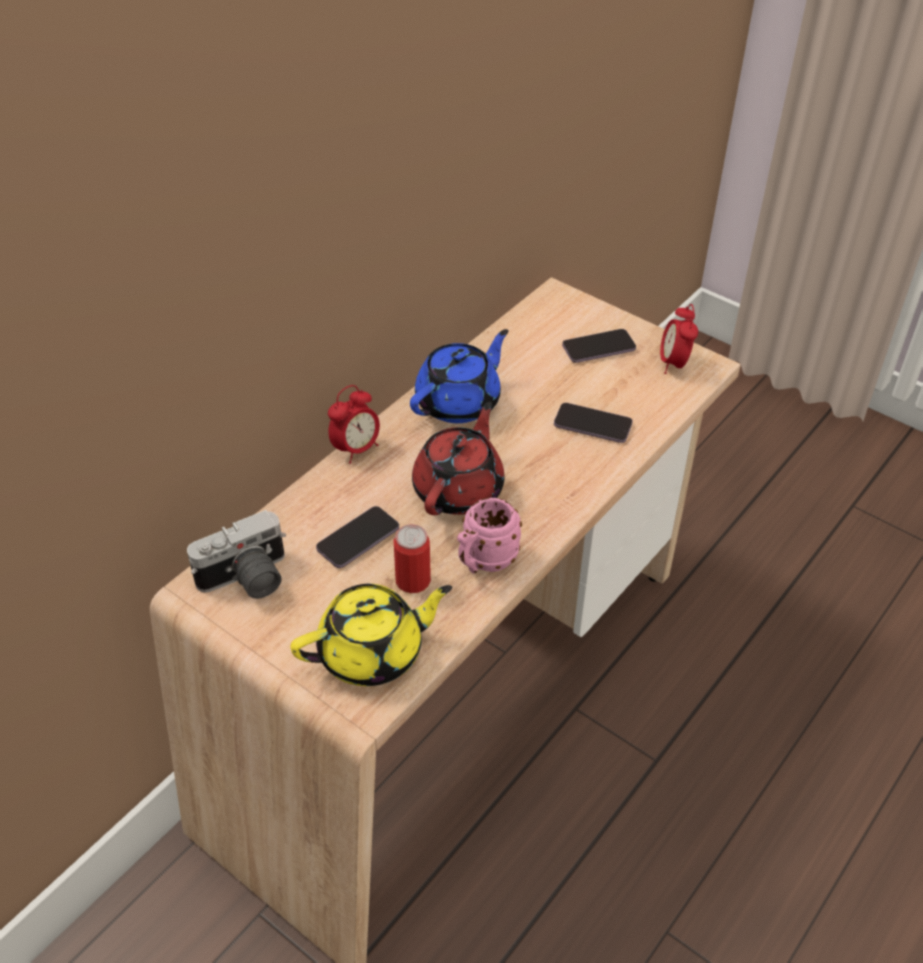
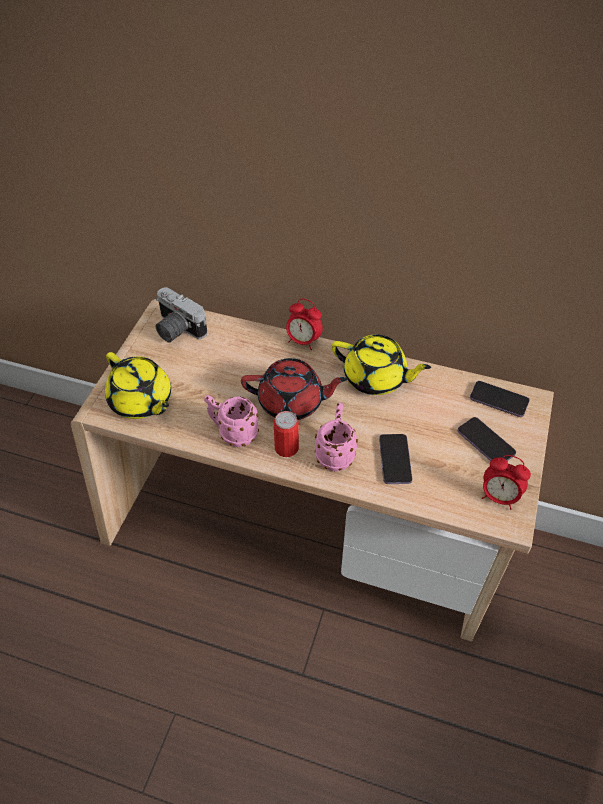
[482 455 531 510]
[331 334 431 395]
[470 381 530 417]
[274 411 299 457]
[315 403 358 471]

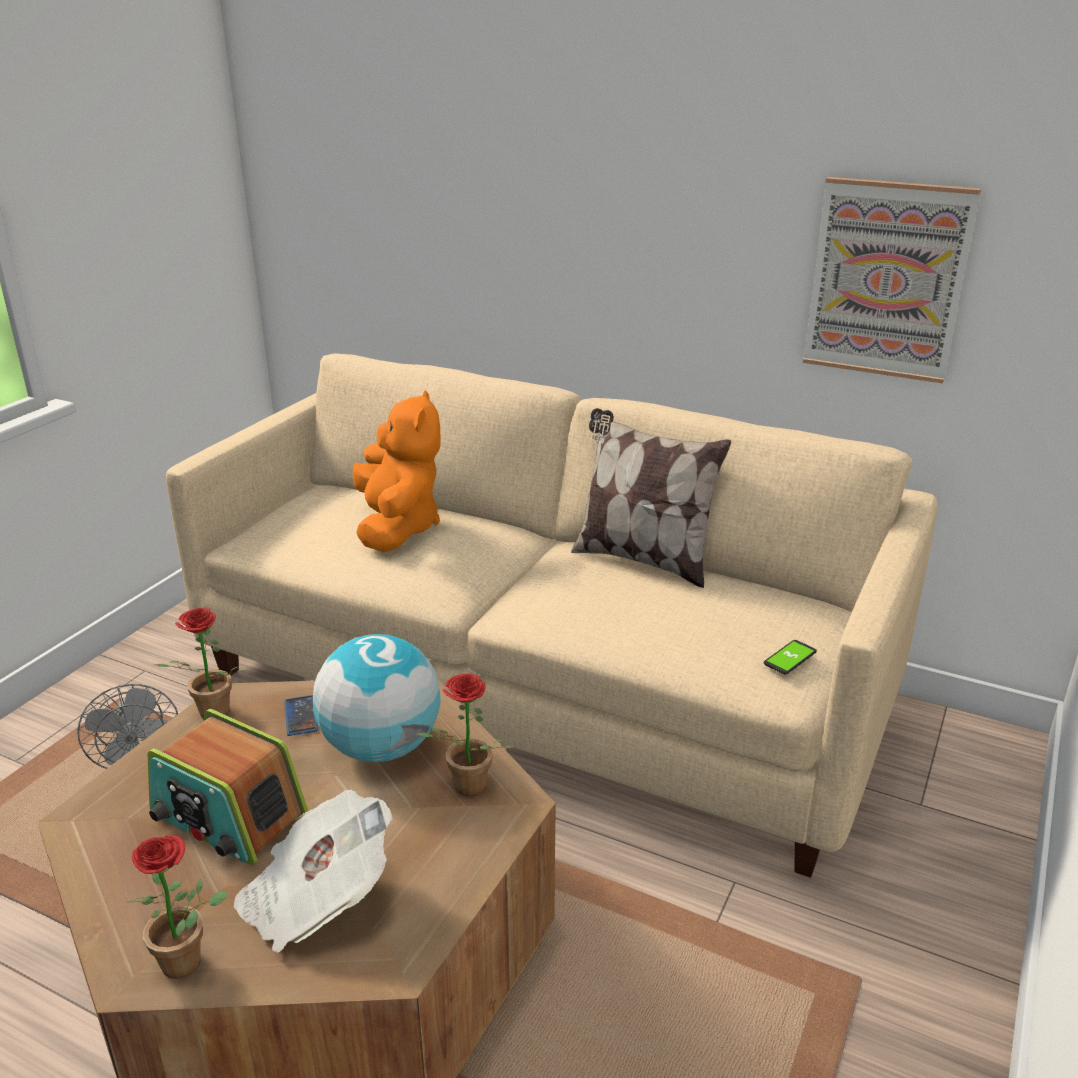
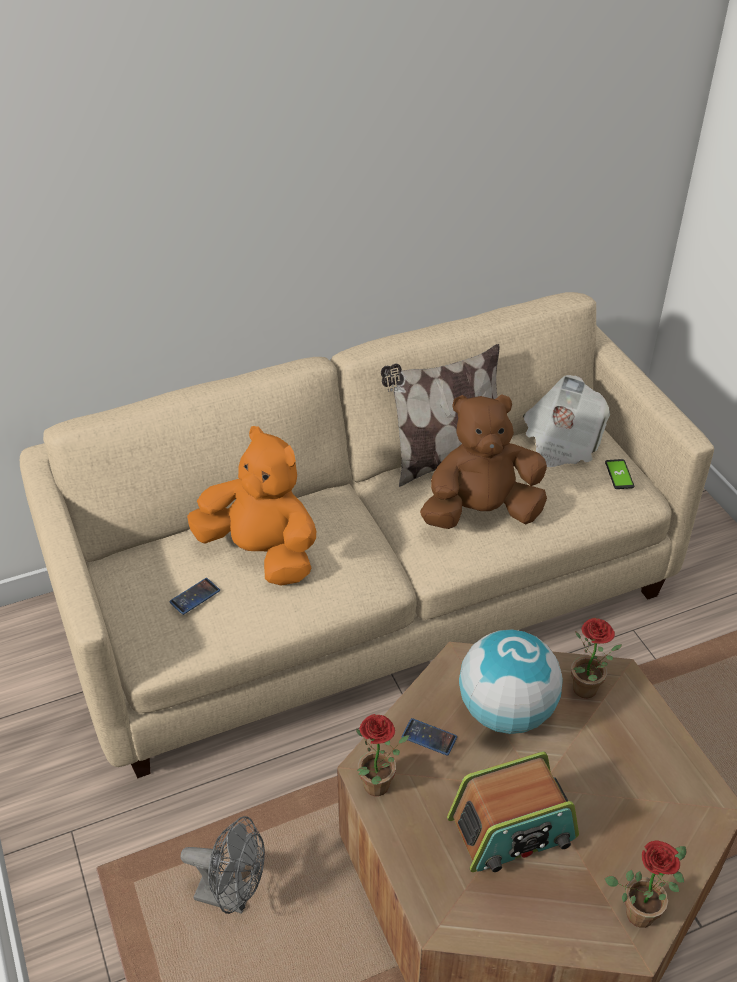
[803 177 981 383] (first image)
[523 375 610 467]
[420 394 547 529]
[169 578 220 615]

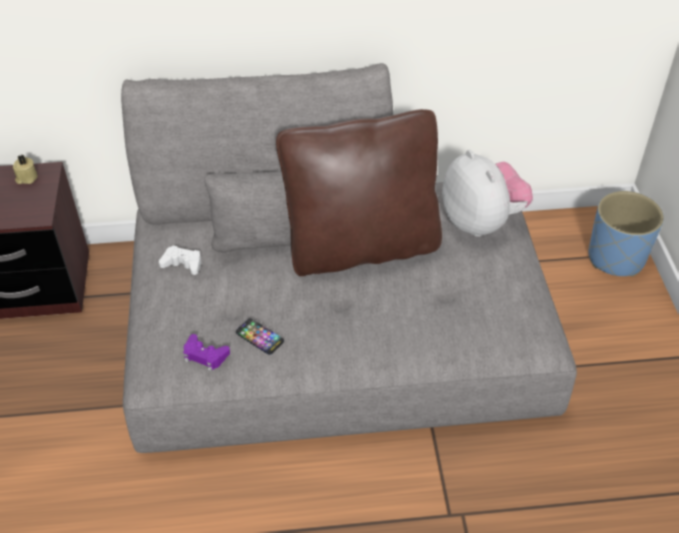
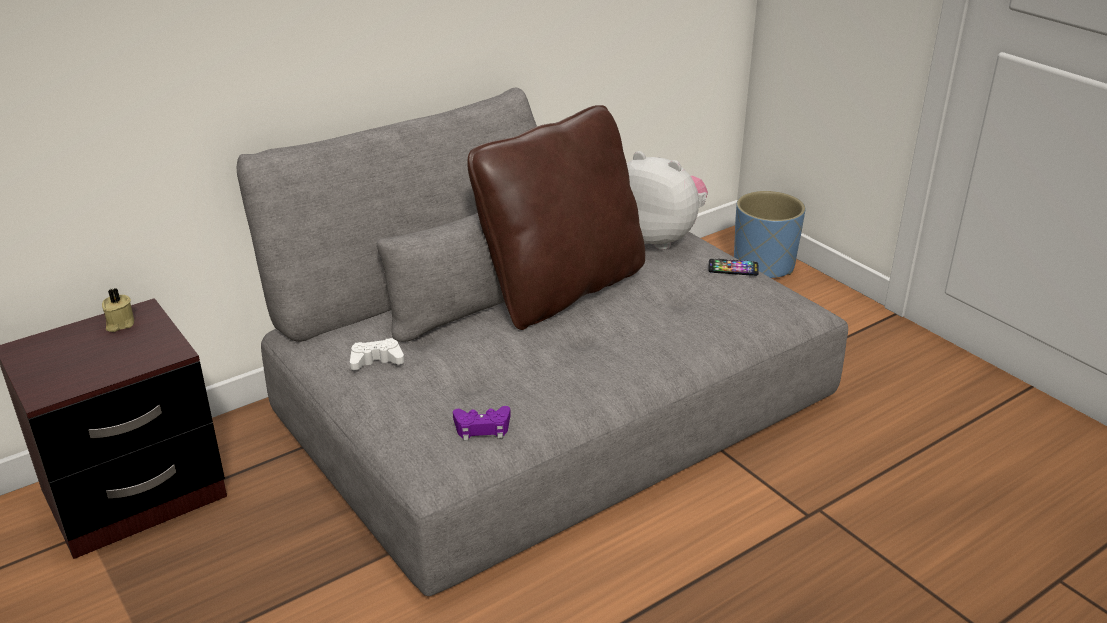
[708 258 759 276]

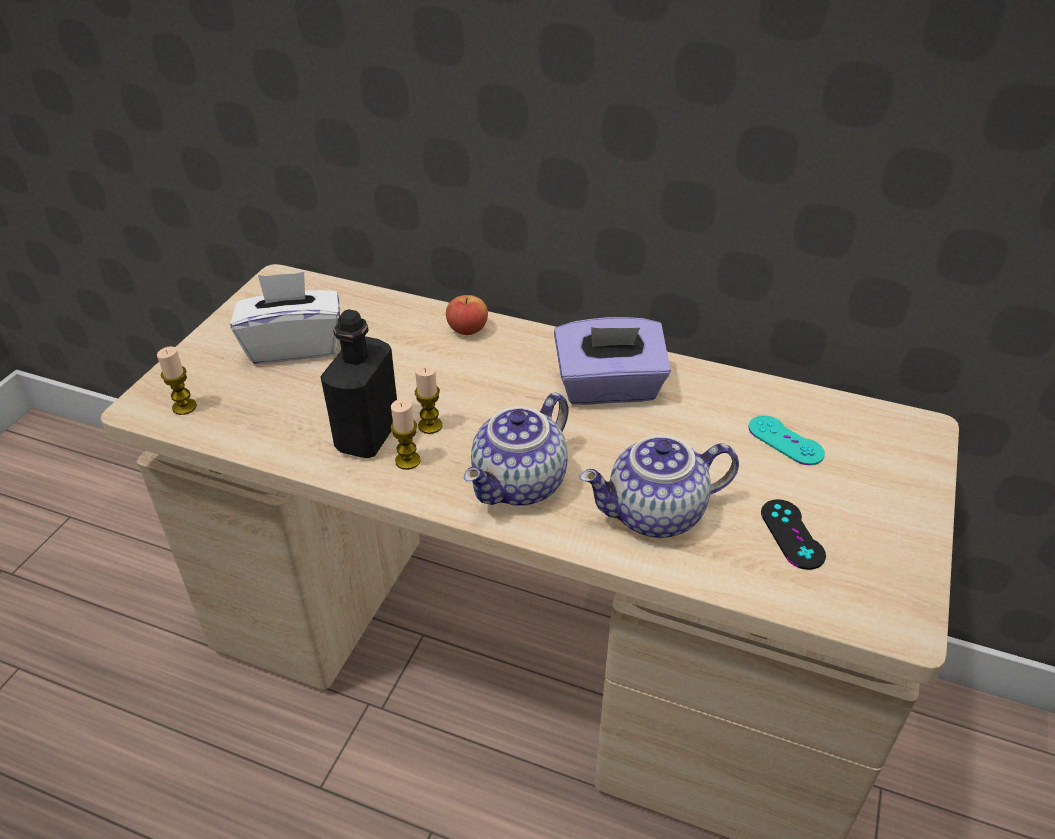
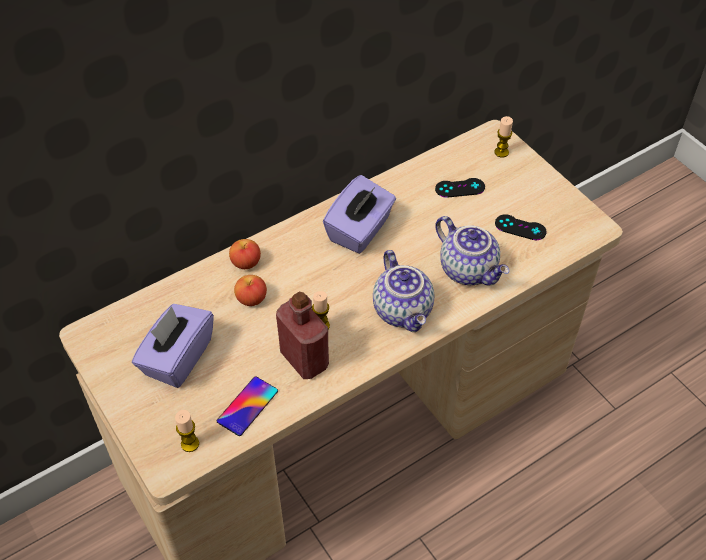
[132 304 214 388]
[276 292 329 379]
[494 116 513 157]
[435 178 485 198]
[435 216 509 285]
[234 275 267 306]
[217 377 278 436]

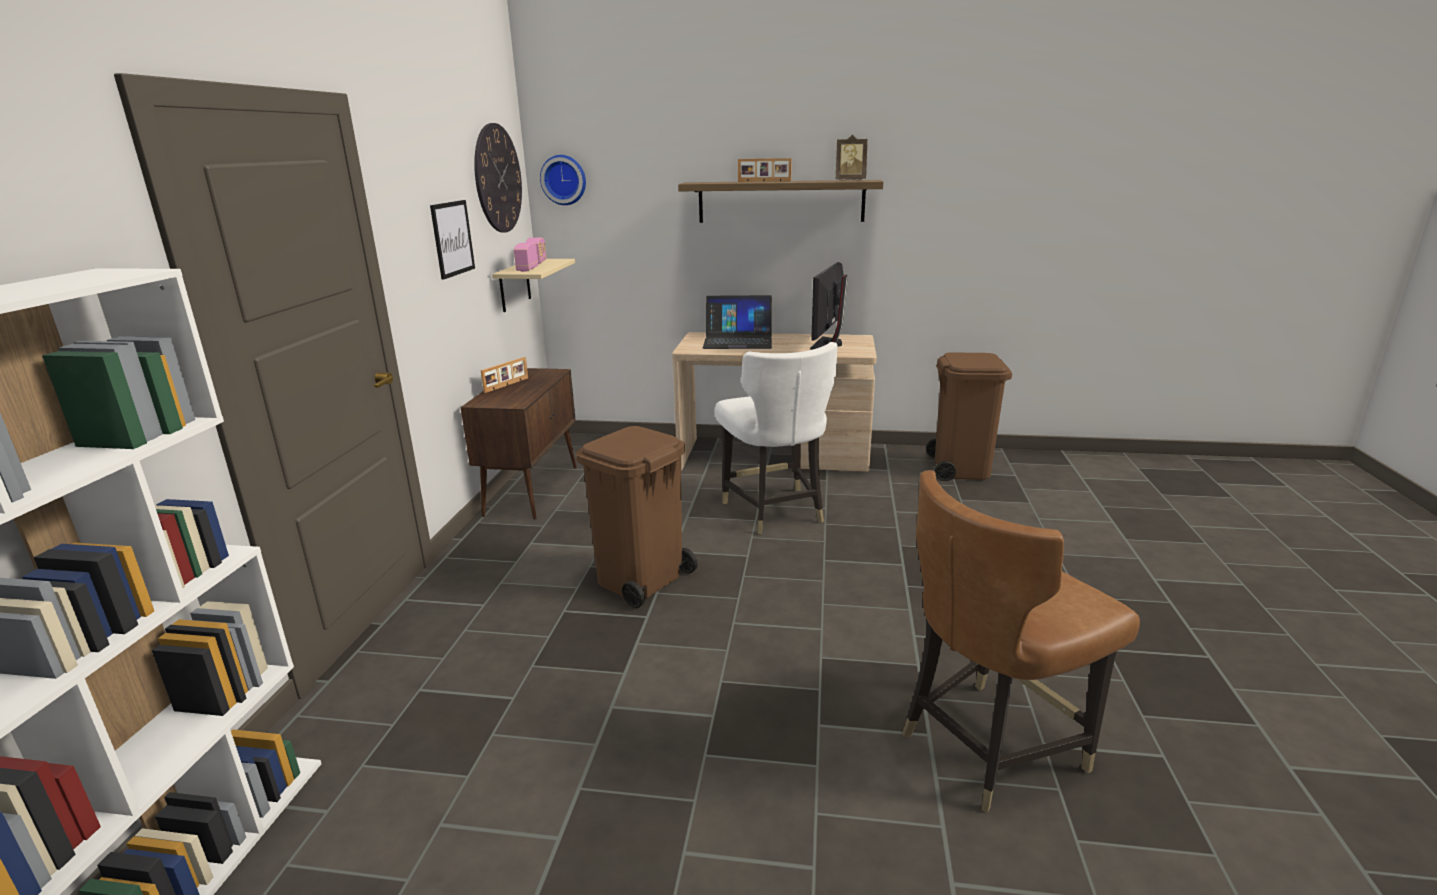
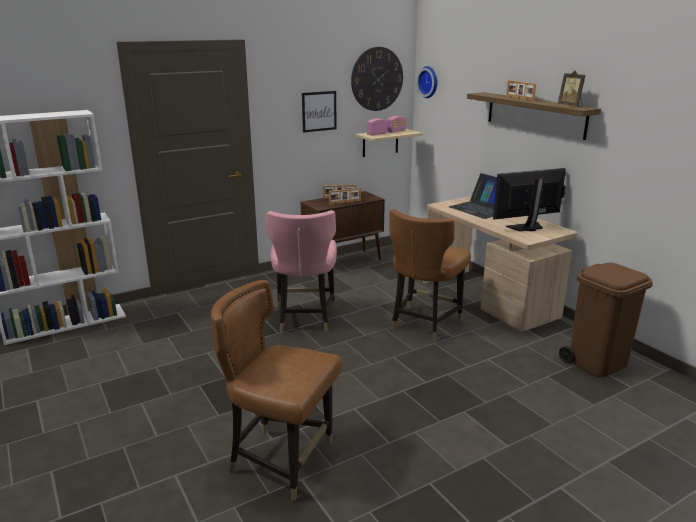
[389 209 471 342]
[266 210 337 332]
[329 188 361 205]

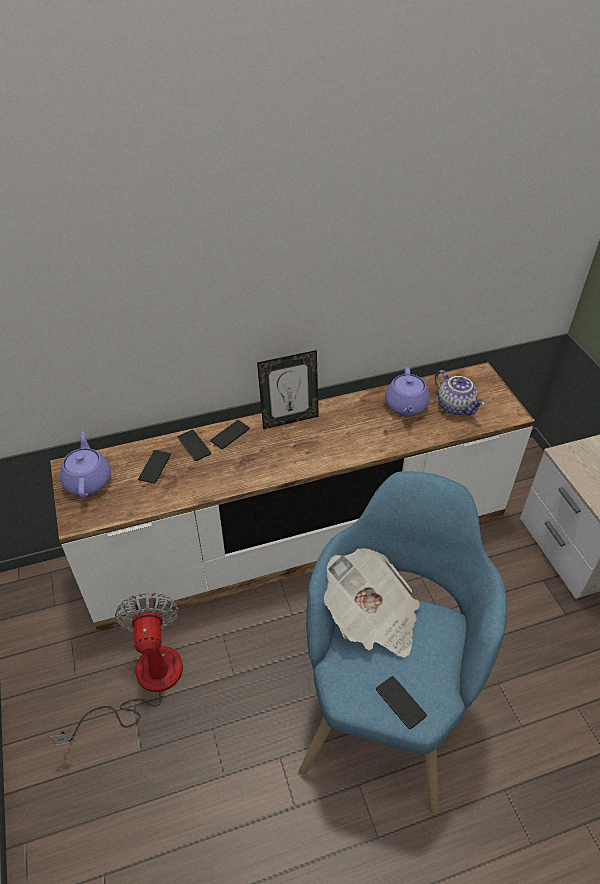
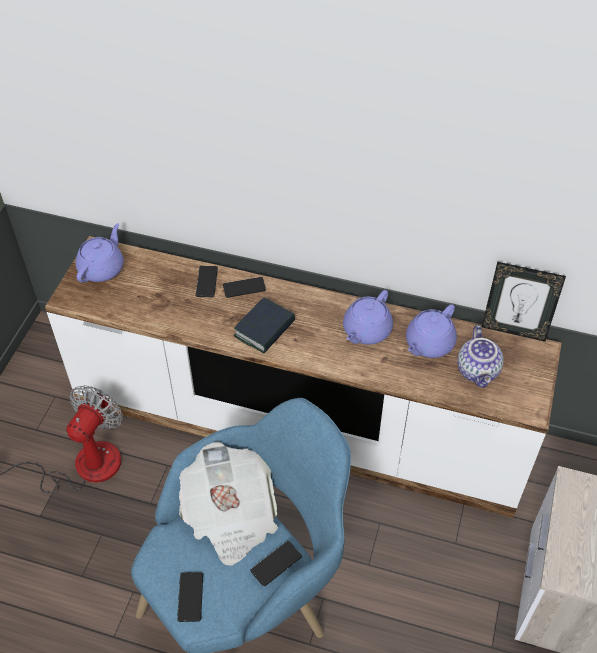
[482 262 566 342]
[250 541 302 586]
[343 290 393 344]
[234 297 295 353]

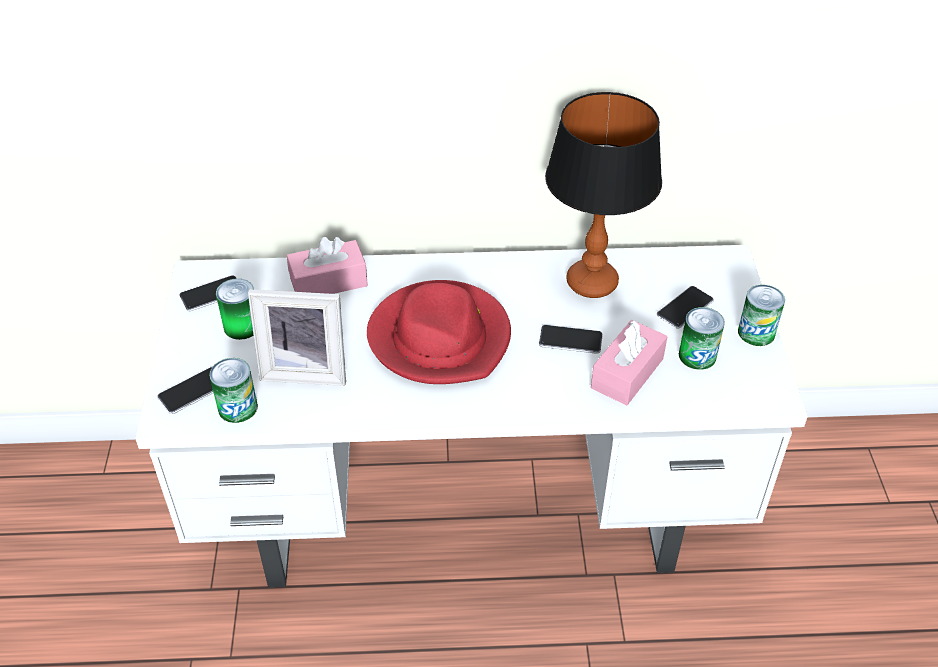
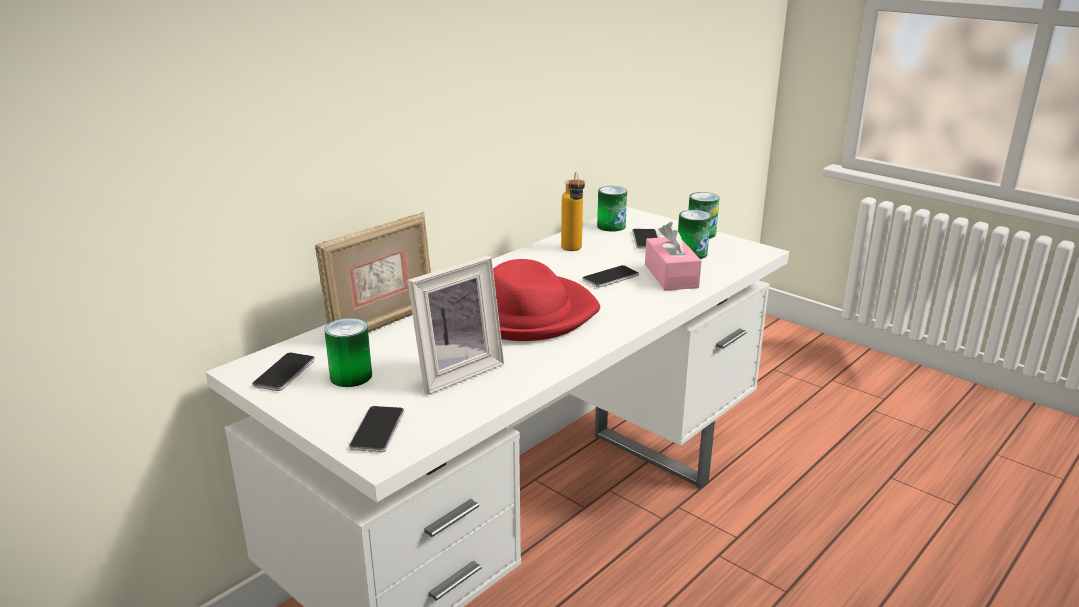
[561 172 585 251]
[315 212 431 332]
[597 186 627 232]

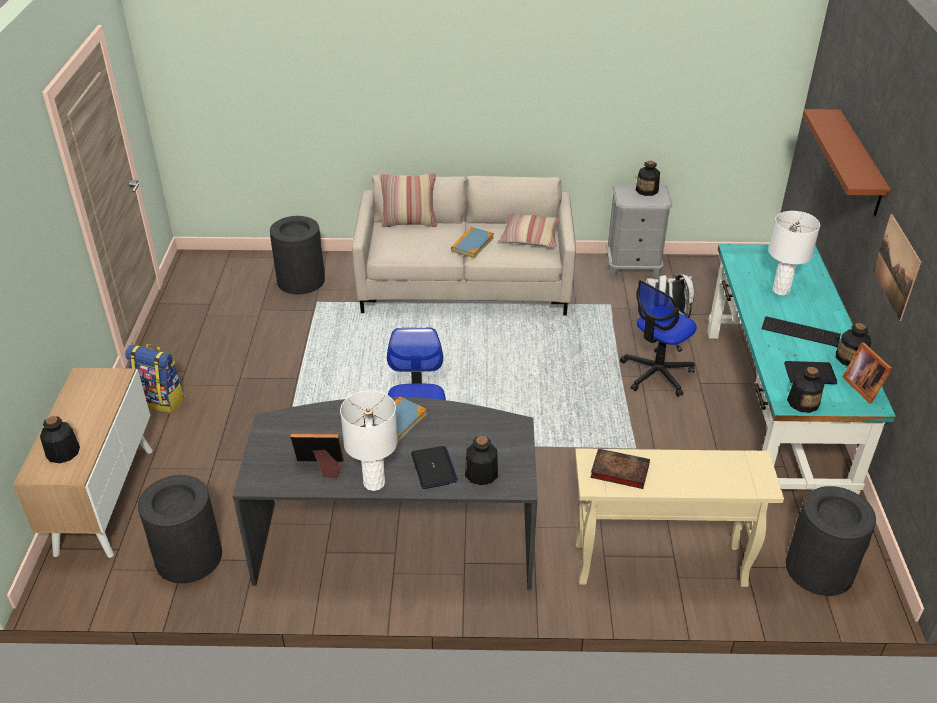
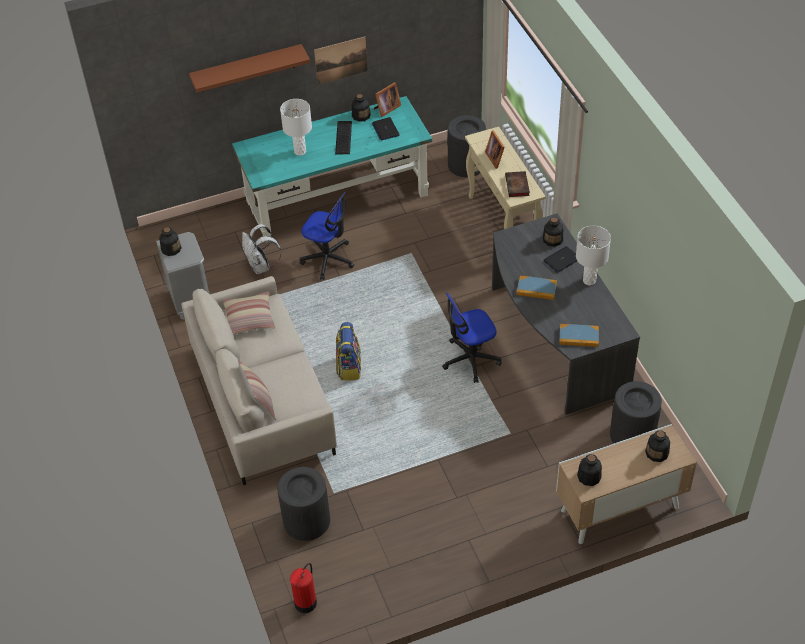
[559 324 599 347]
[336 322 361 380]
[577 454 602 486]
[485 130 505 169]
[290 563 317 613]

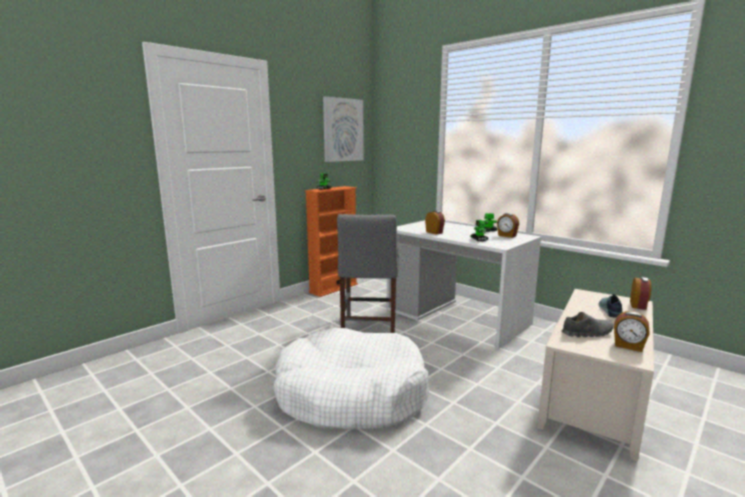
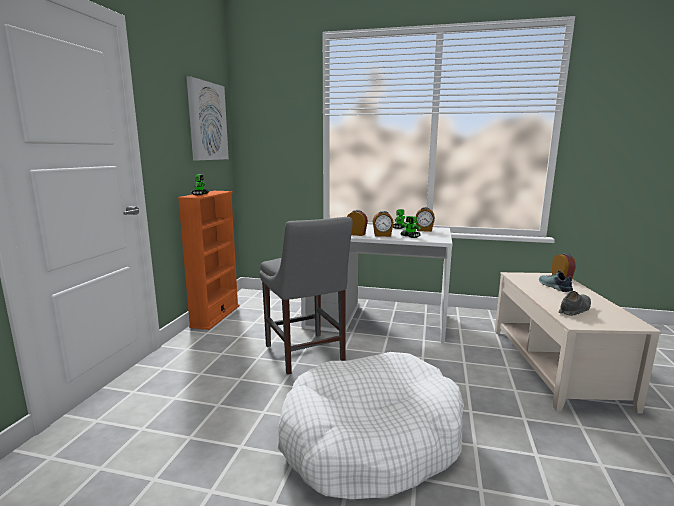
[373 211 394 237]

